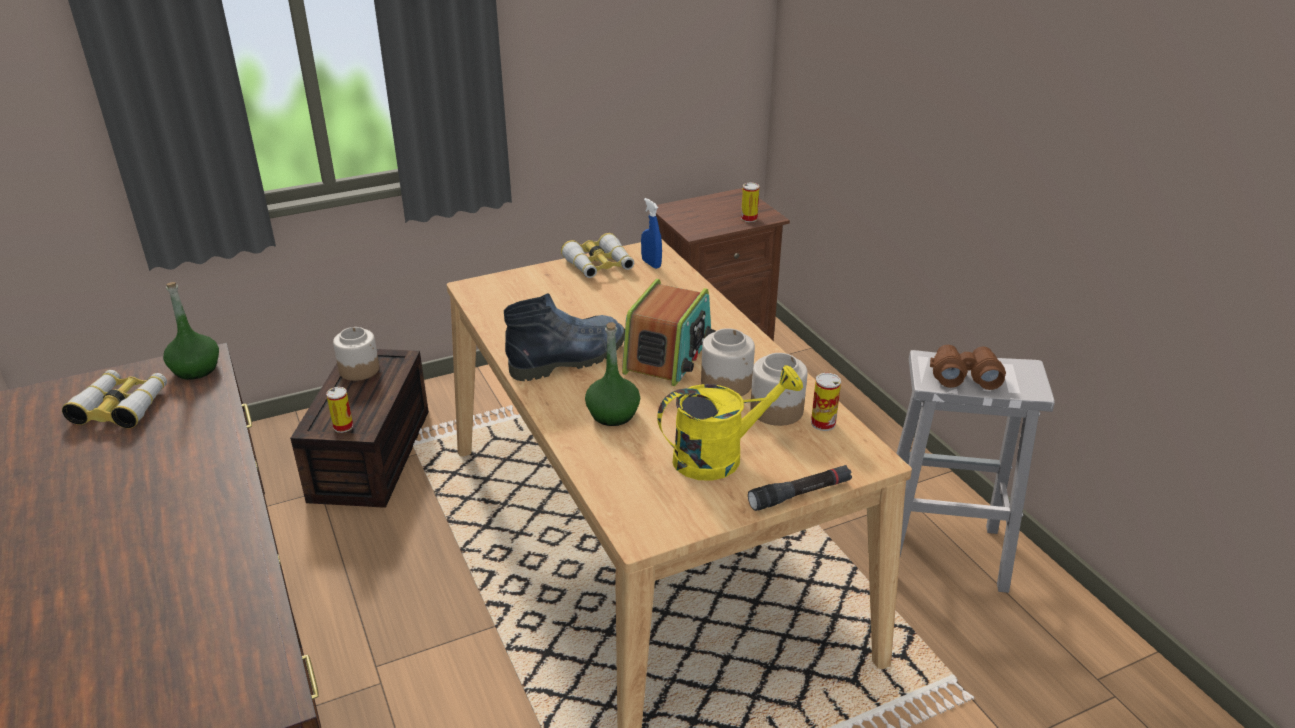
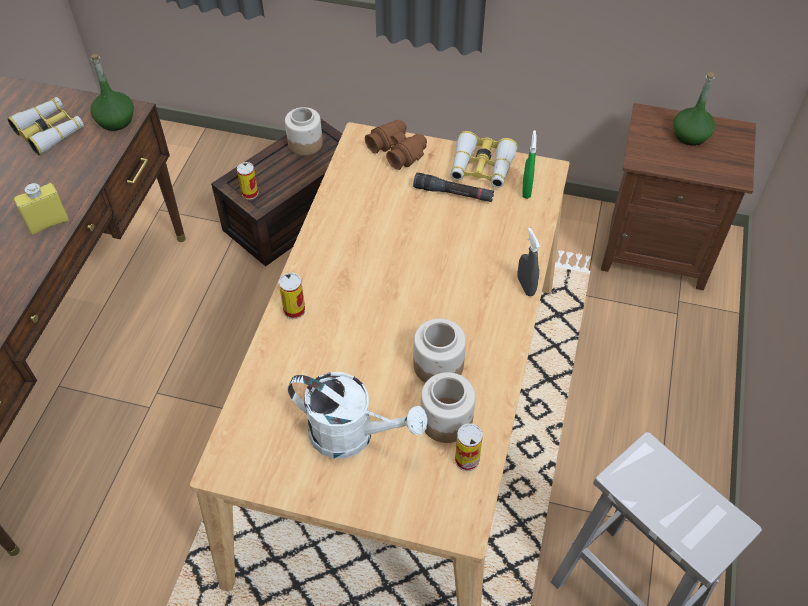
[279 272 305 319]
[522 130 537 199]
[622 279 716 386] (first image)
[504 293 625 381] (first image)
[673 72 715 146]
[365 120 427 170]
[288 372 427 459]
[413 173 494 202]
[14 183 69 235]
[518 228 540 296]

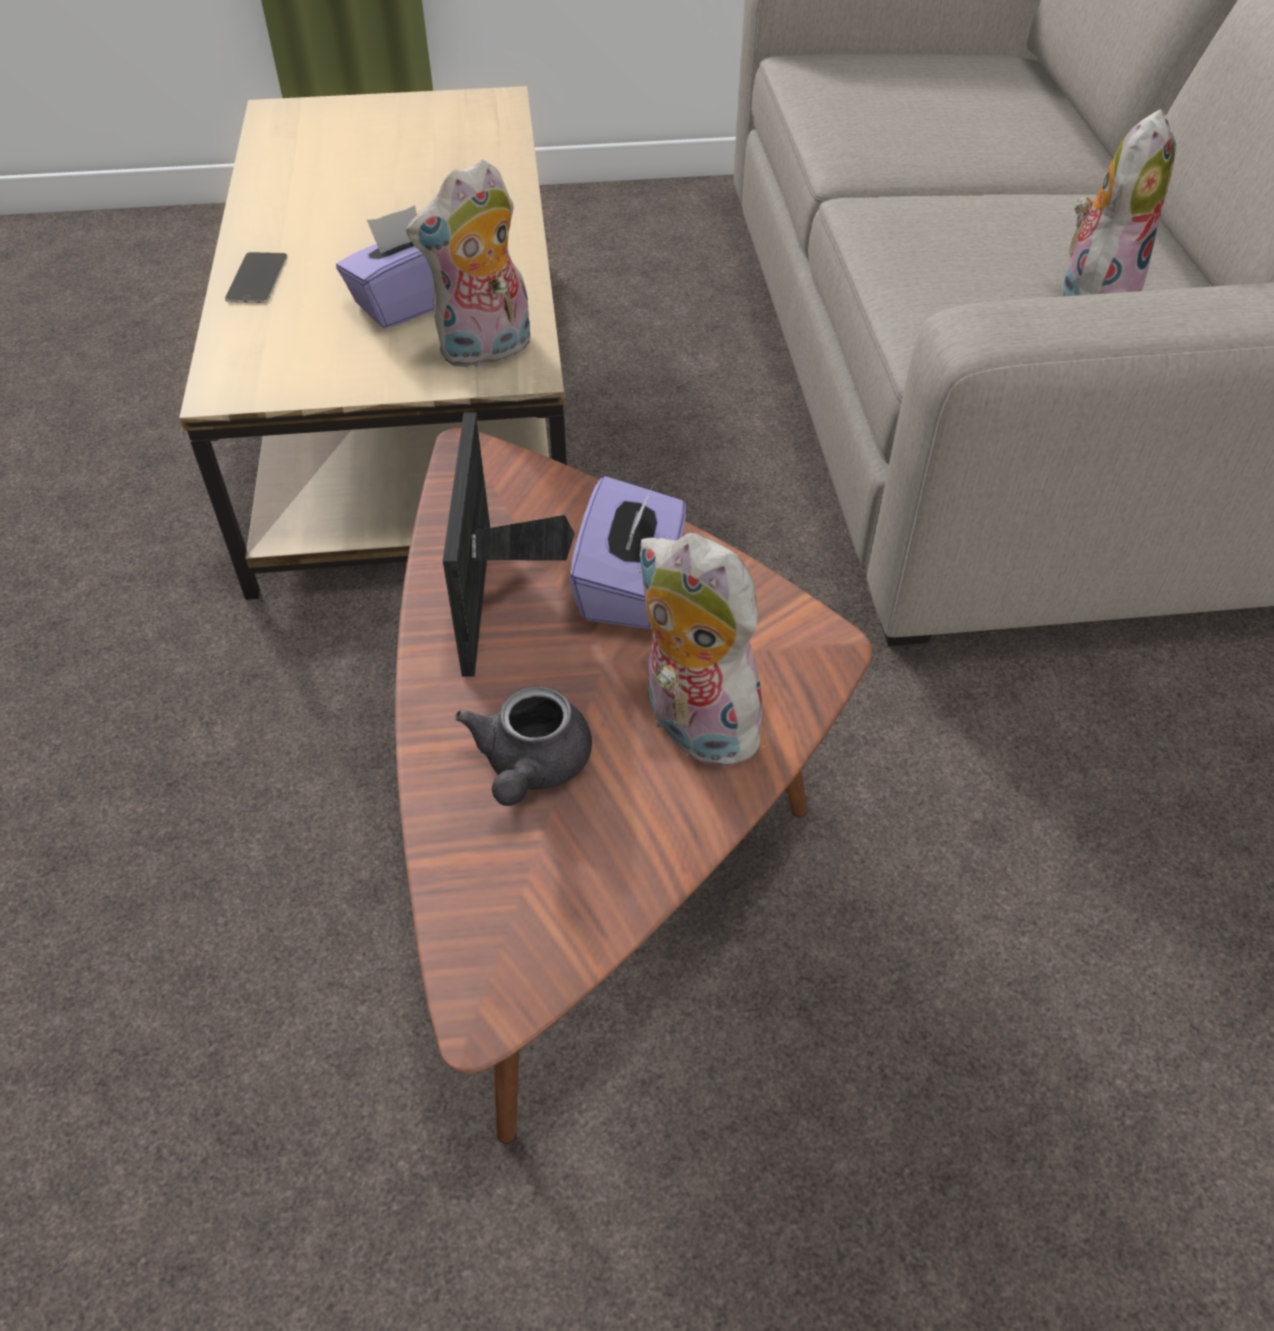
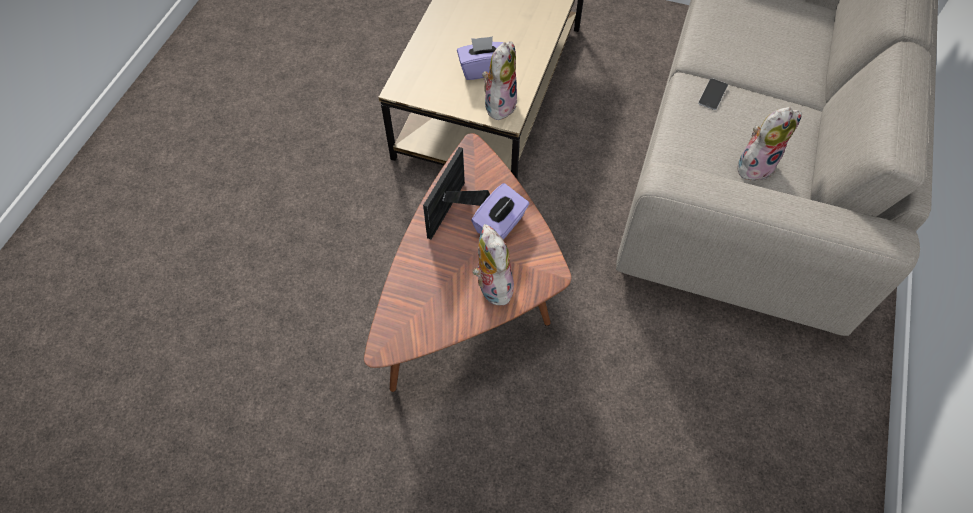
[482 41 517 120]
[698 78 728 110]
[455 686 592 806] (first image)

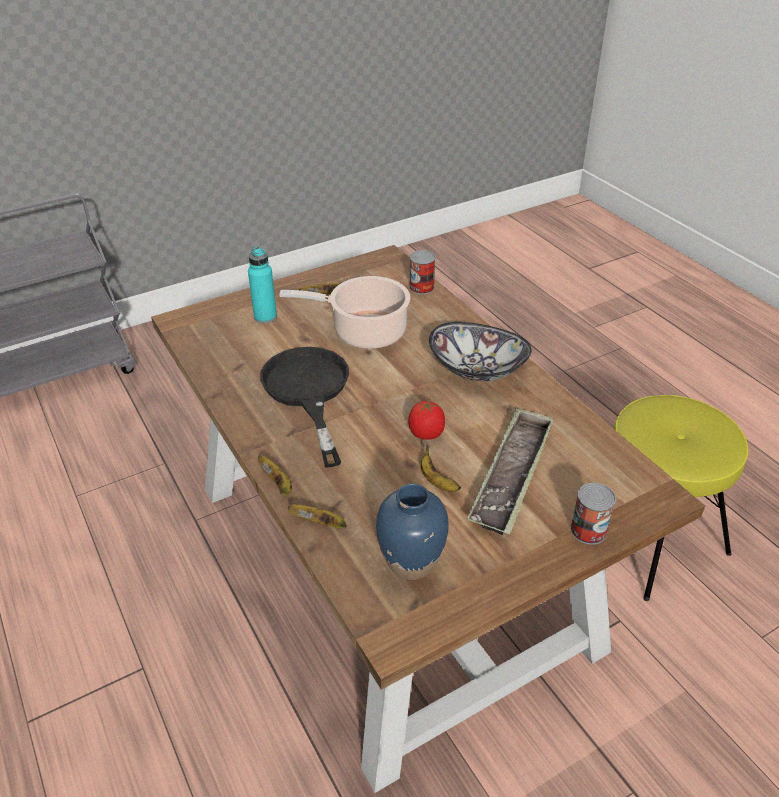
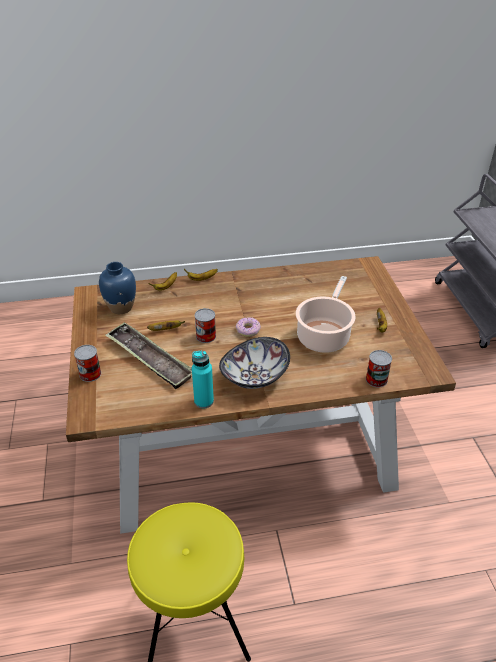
[192 351 214 408]
[260 347 349 468] (first image)
[195 308 216 343]
[236 317 261 337]

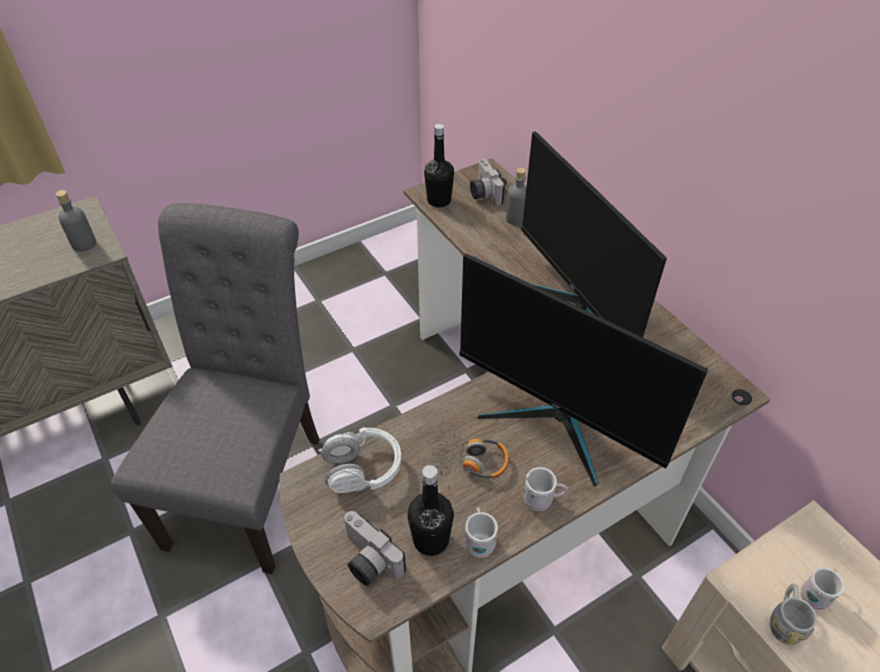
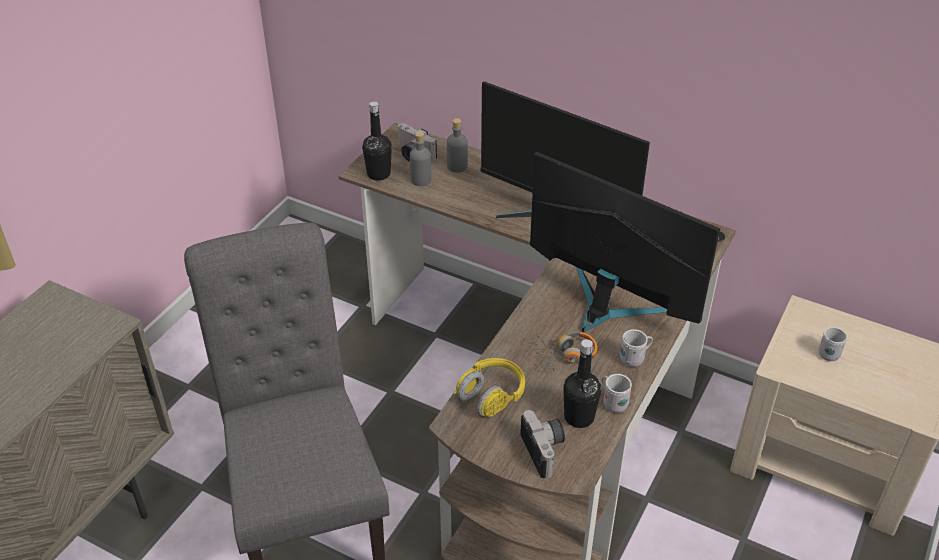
[410 131 431 186]
[530 152 720 333]
[453 358 525 417]
[520 410 565 478]
[770 583 817 645] (first image)

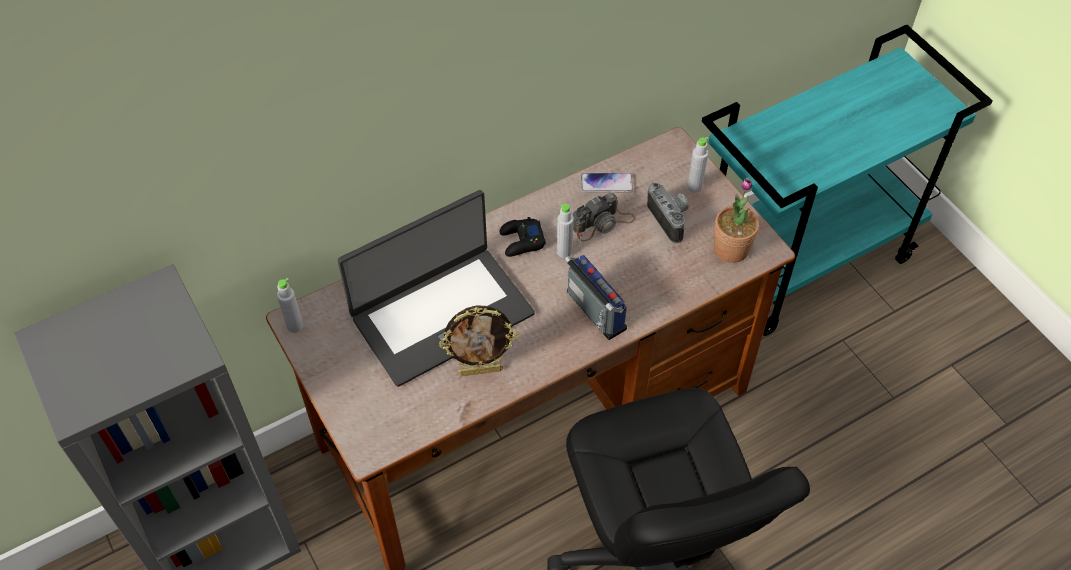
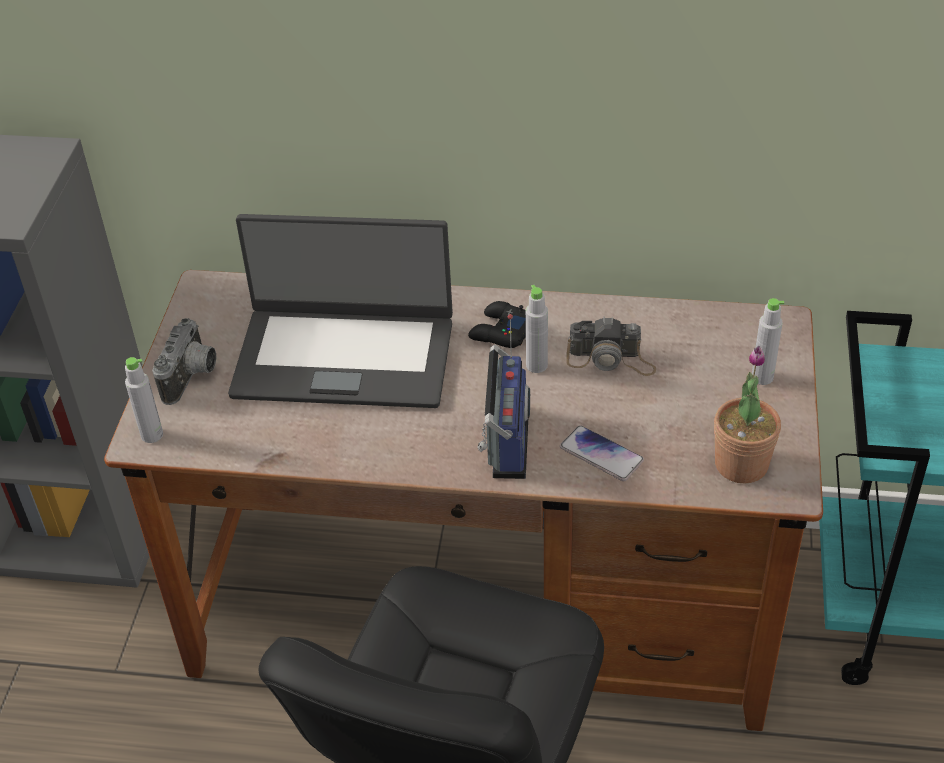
[560 425 644 481]
[152 318 217 405]
[125 357 163 443]
[439 306 518 376] (first image)

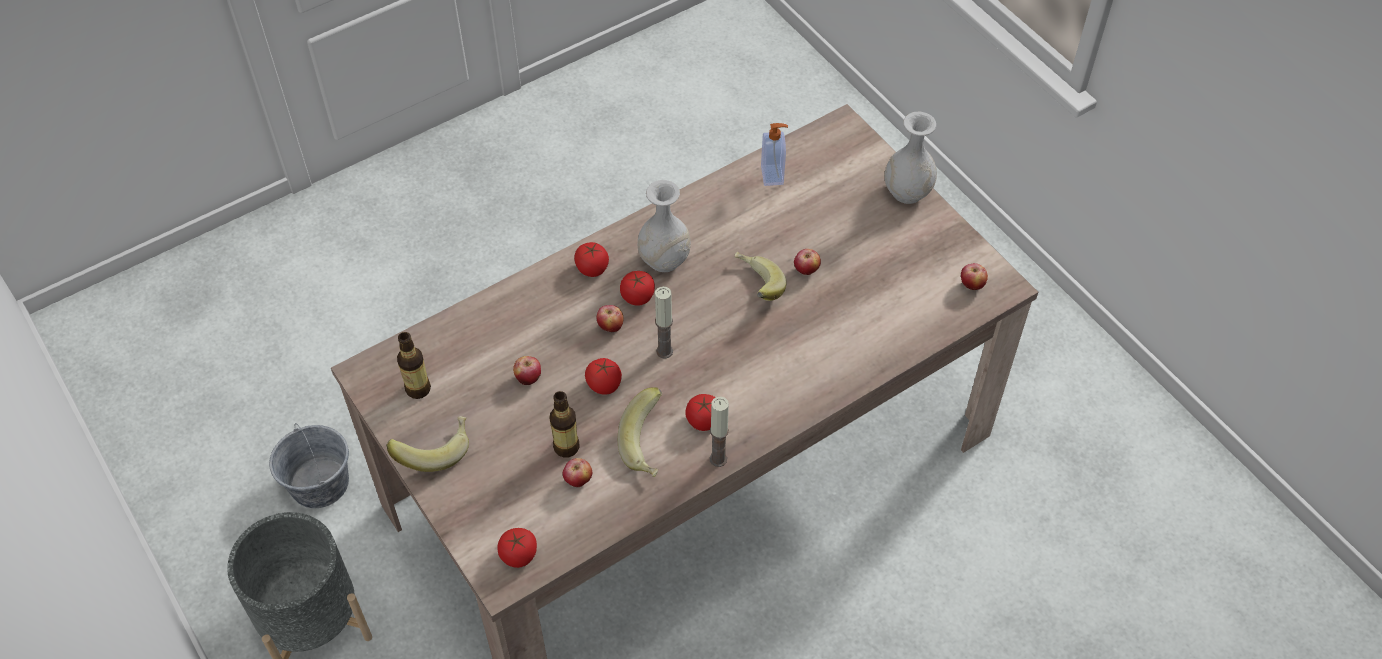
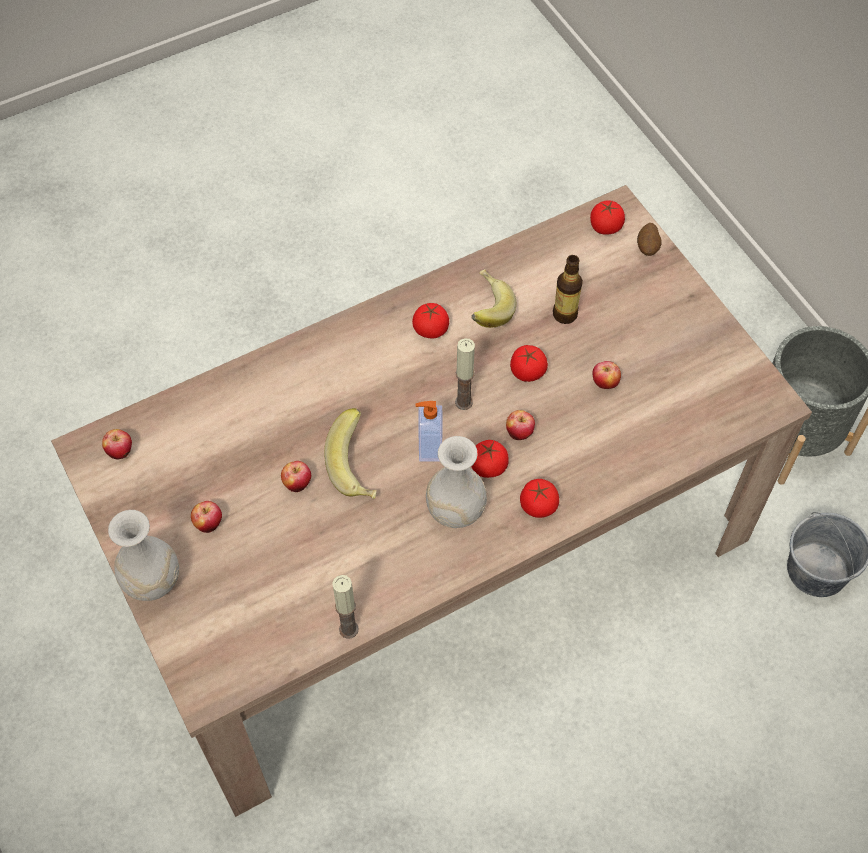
[415 401 442 461]
[397 332 431 399] (first image)
[332 575 358 639]
[387 416 469 472] (first image)
[191 501 222 533]
[637 223 662 256]

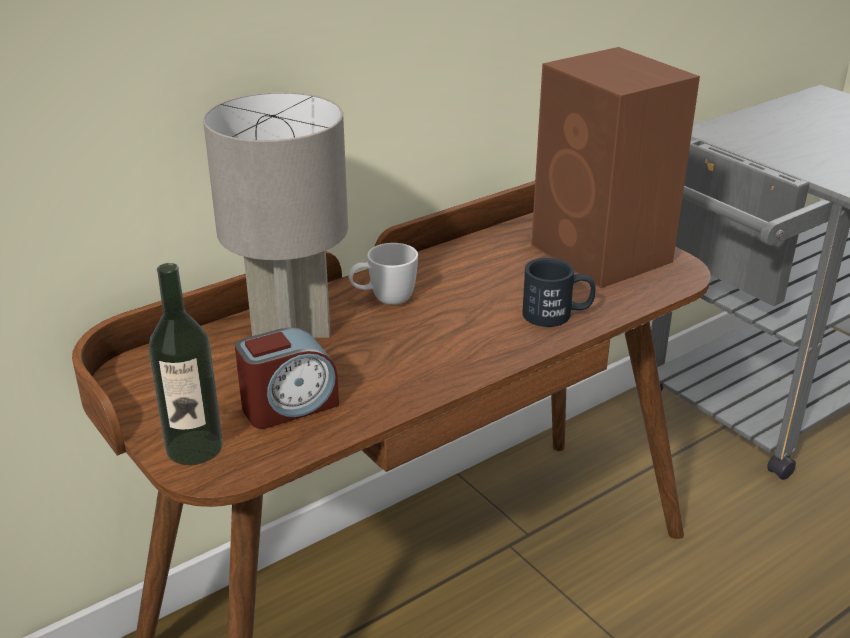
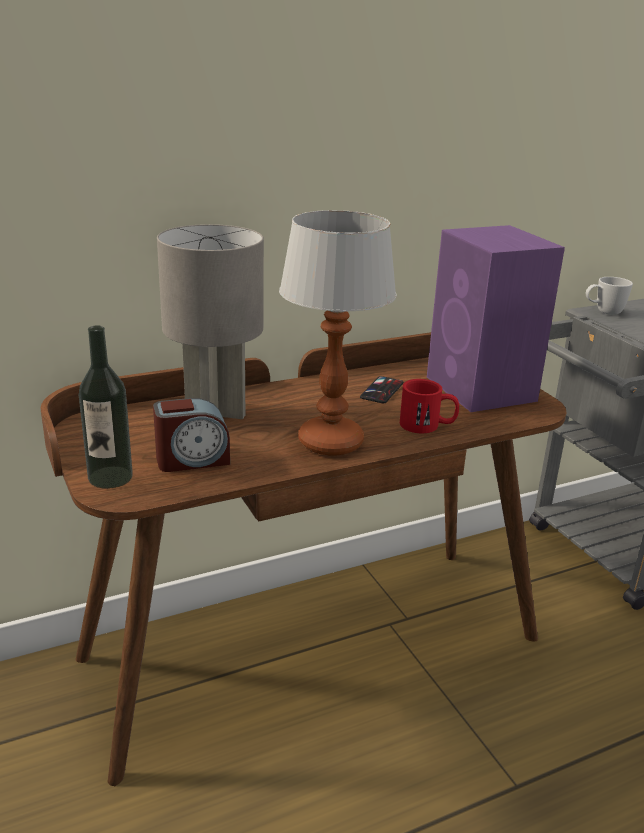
[427 225 565 412]
[586 277 633 315]
[400 379 459 433]
[279 210 397 456]
[360 376 403 403]

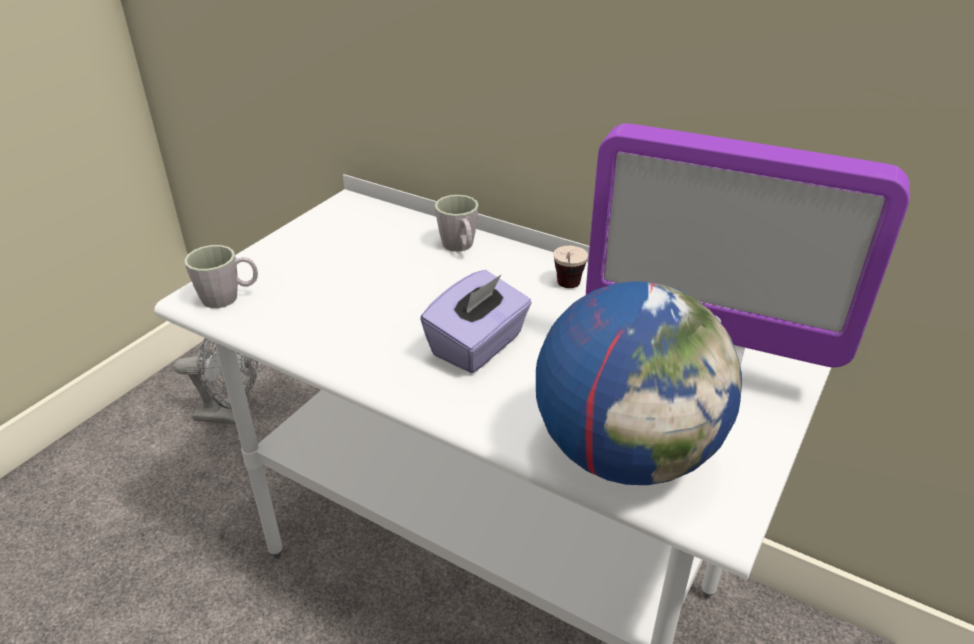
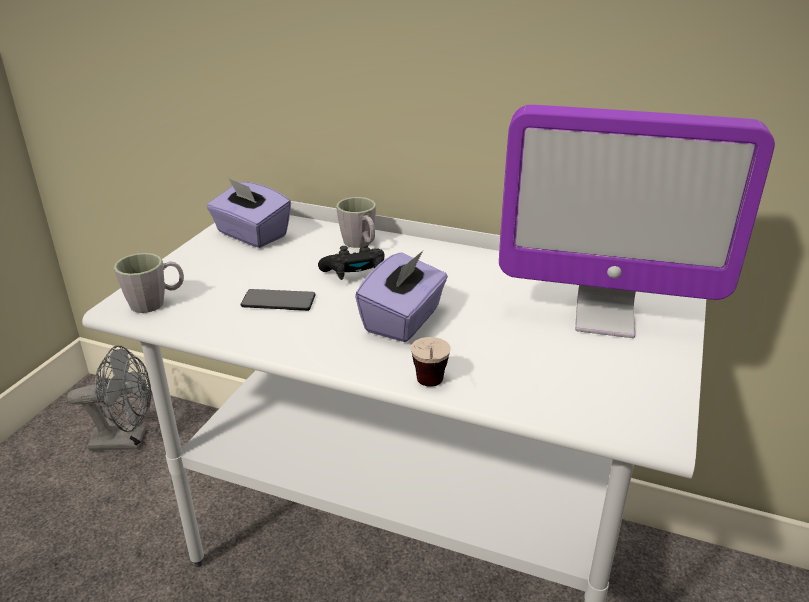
[411 337 451 387]
[536 281 742 485] (first image)
[207 178 291 248]
[318 243 385 280]
[241 289 315 311]

